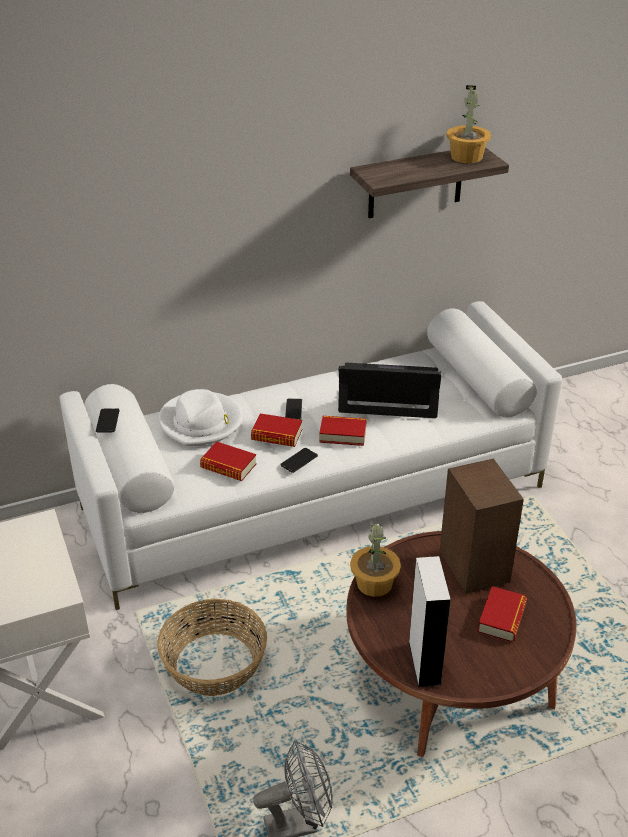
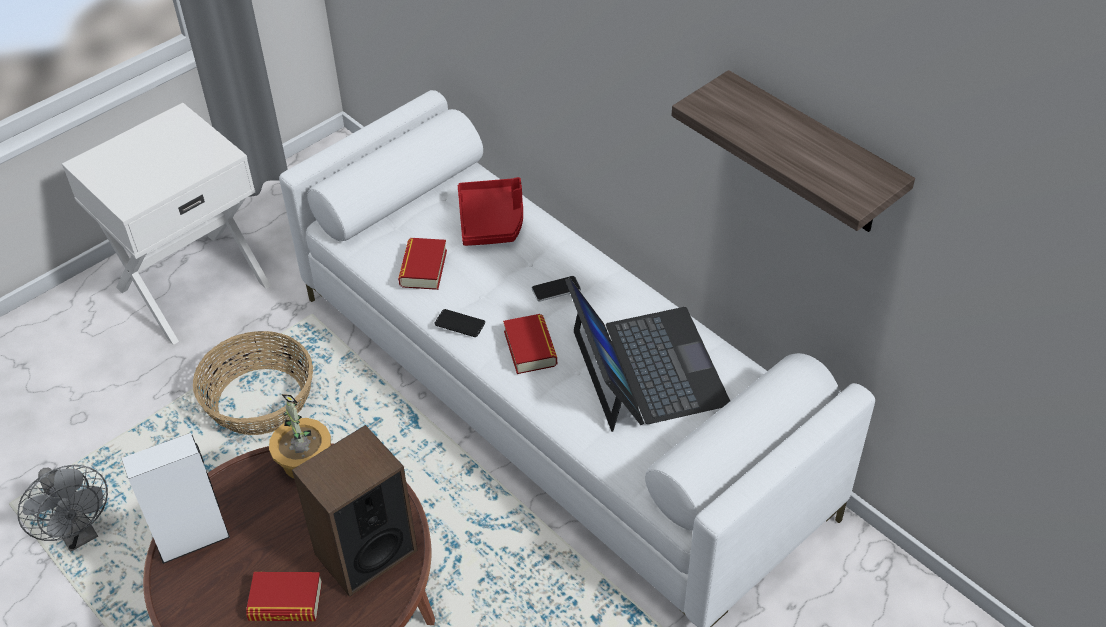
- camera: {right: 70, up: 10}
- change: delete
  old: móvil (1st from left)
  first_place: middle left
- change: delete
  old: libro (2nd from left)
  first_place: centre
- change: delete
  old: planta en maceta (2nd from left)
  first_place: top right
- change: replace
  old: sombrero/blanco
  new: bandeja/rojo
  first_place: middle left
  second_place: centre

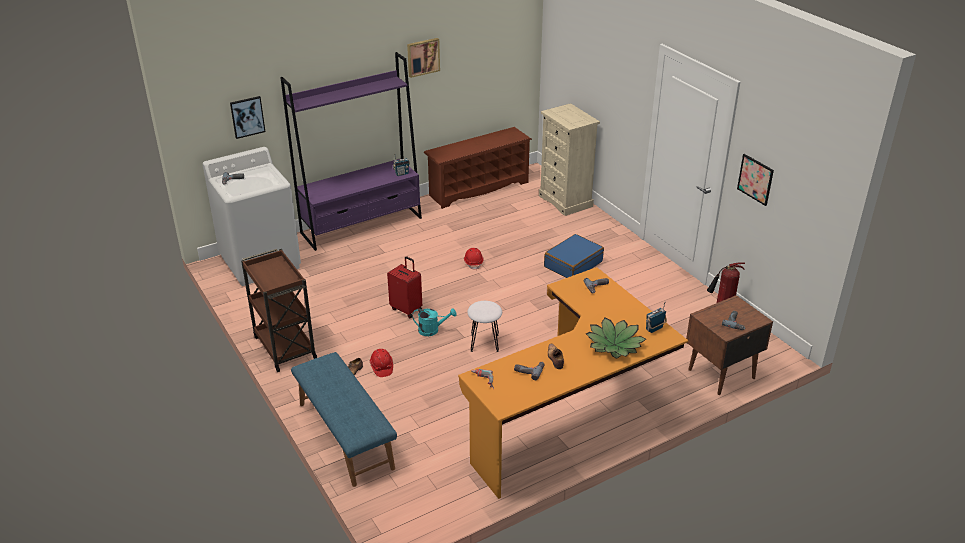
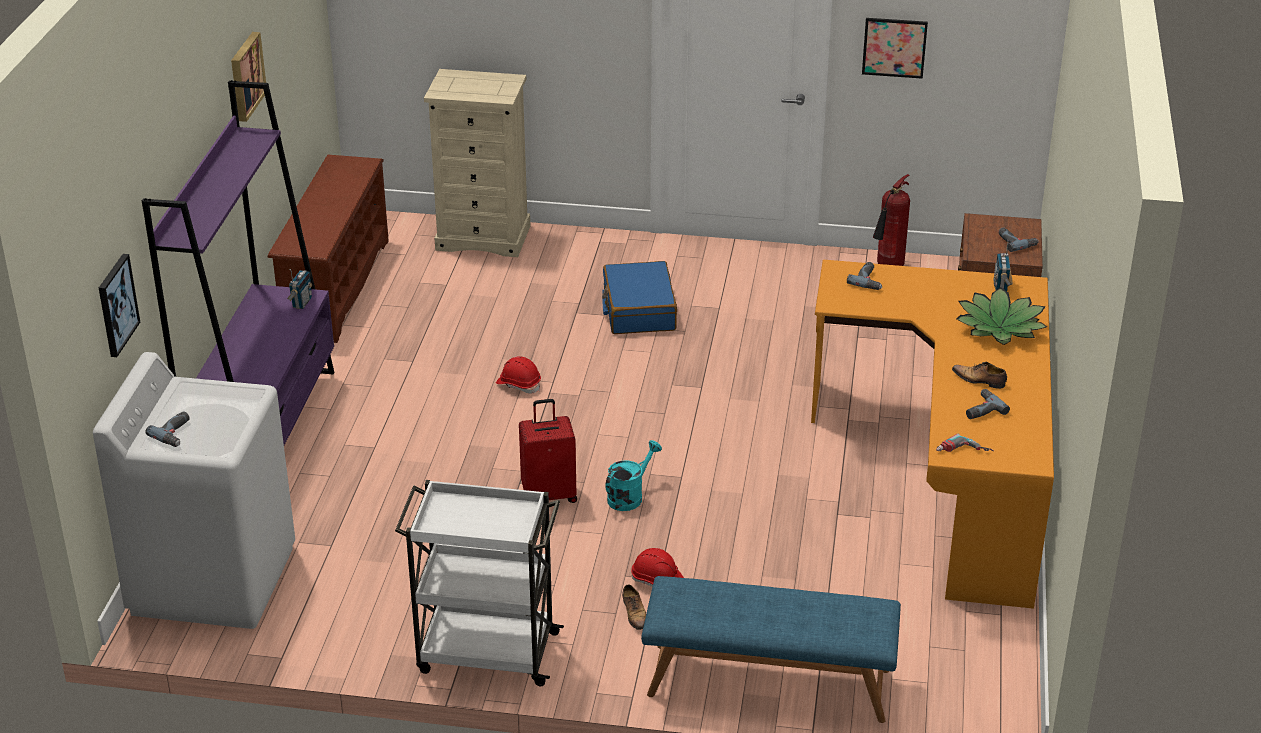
- camera: {right: -50, up: 0}
- change: delete
  old: taburete/blanco
  first_place: centre
- change: recolor
  old: carrito/marrón
  new: carrito/blanco
  first_place: middle left
  second_place: bottom centre

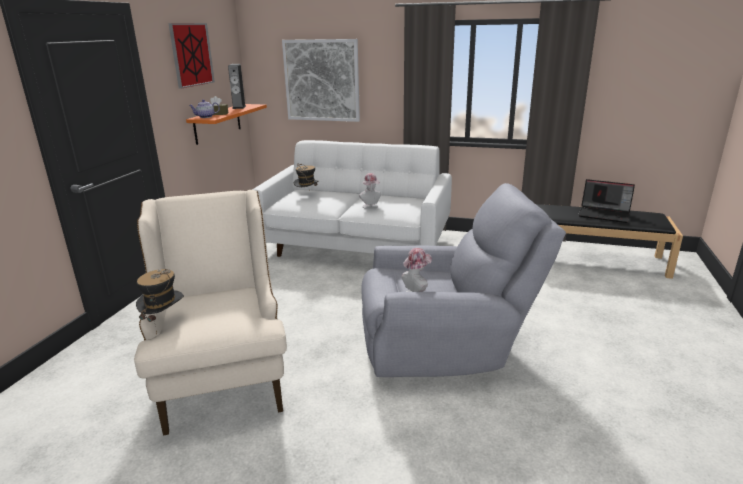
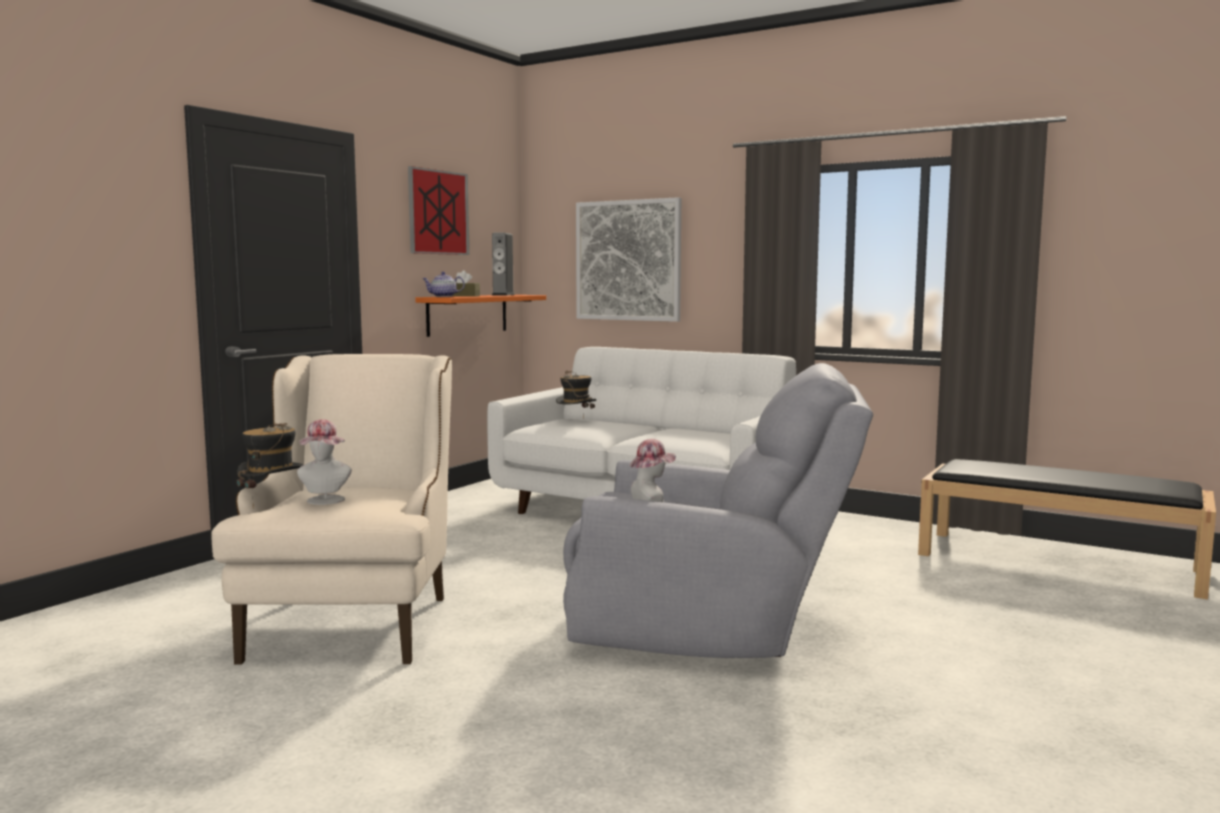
- camera: {right: 15, up: -15}
- change: delete
  old: portátil
  first_place: middle right
- change: move
  old: sombrero (3rd from left in the first image)
  new: sombrero (2nd from left)
  first_place: centre
  second_place: middle left

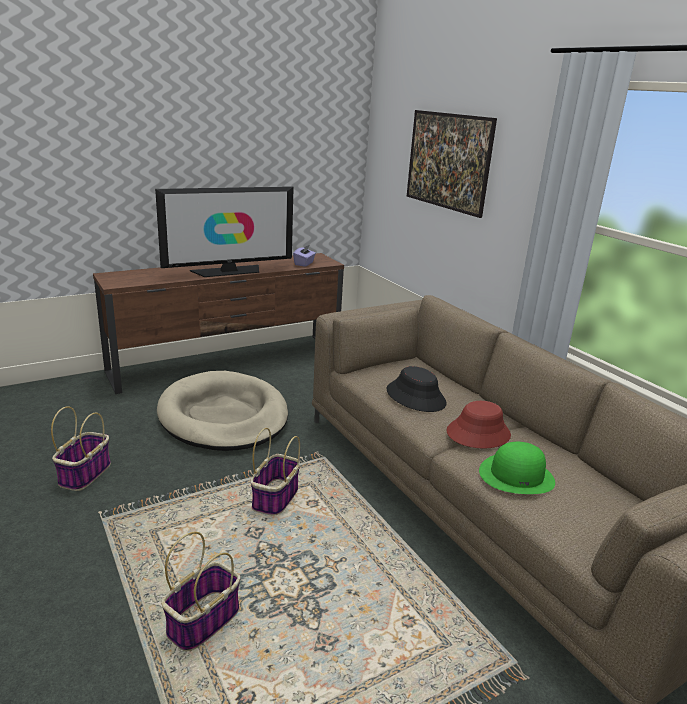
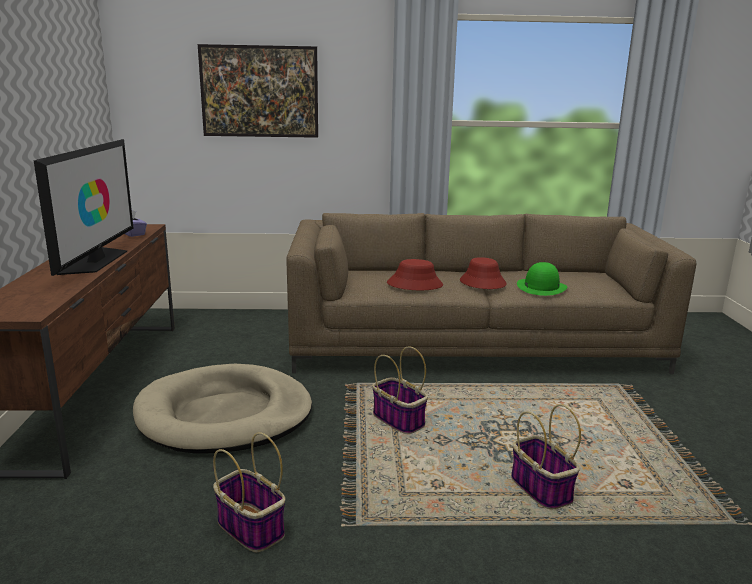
- camera: {right: -60, up: -5}
- change: recolor
  old: sombrero/negro
  new: sombrero/rojo (1st from left)
  first_place: centre
  second_place: centre

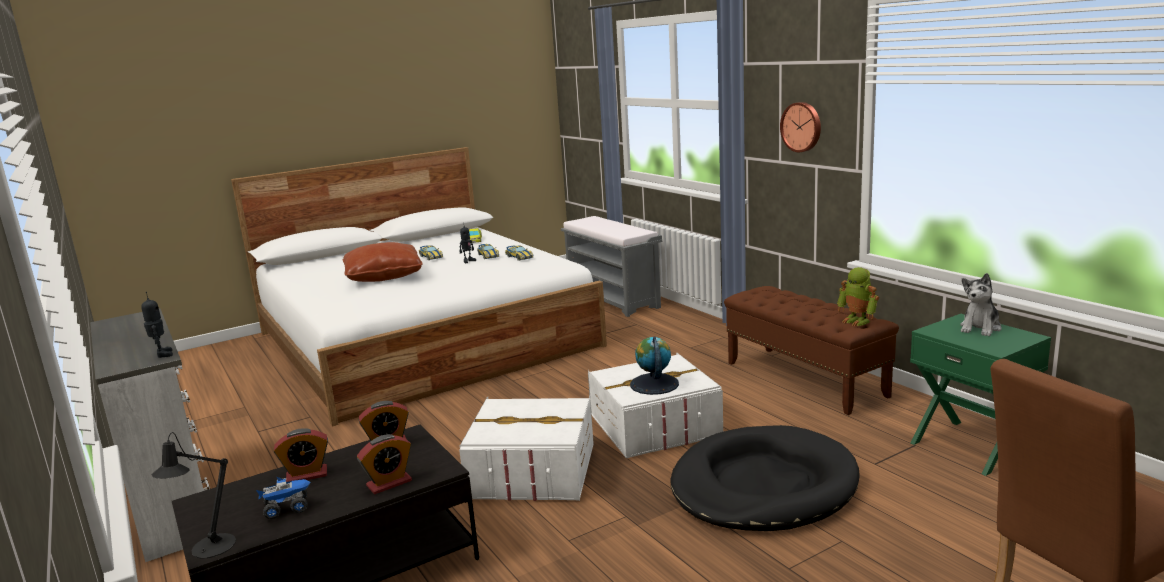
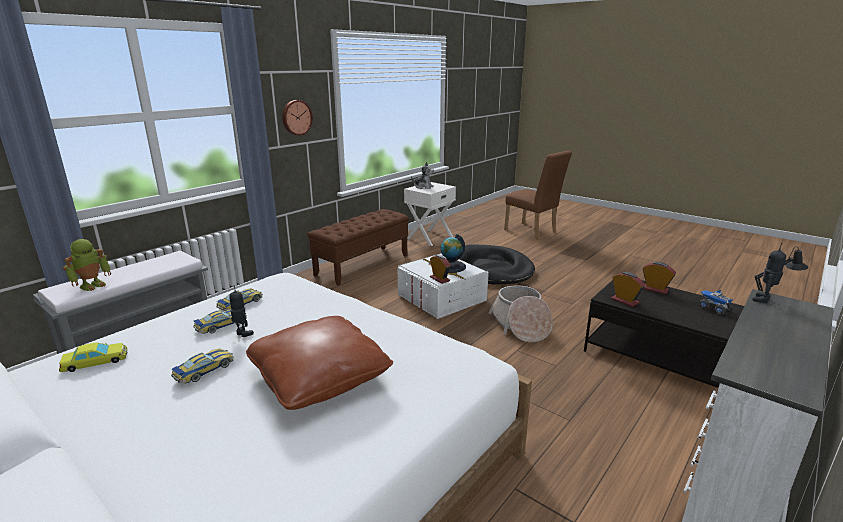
- camera: {right: -110, up: 5}
- change: move
  old: despertador (1st from left)
  first_place: bottom left
  second_place: centre
- change: move
  old: robot de juguete (3rd from left in the first image)
  new: robot de juguete (1st from left)
  first_place: middle right
  second_place: middle left
- change: replace
  old: caja de almacenaje/blanco (1st from left)
  new: cesta
  first_place: bottom centre
  second_place: centre
- change: recolor
  old: mesita de noche/verde
  new: mesita de noche/blanco
  first_place: bottom right
  second_place: centre

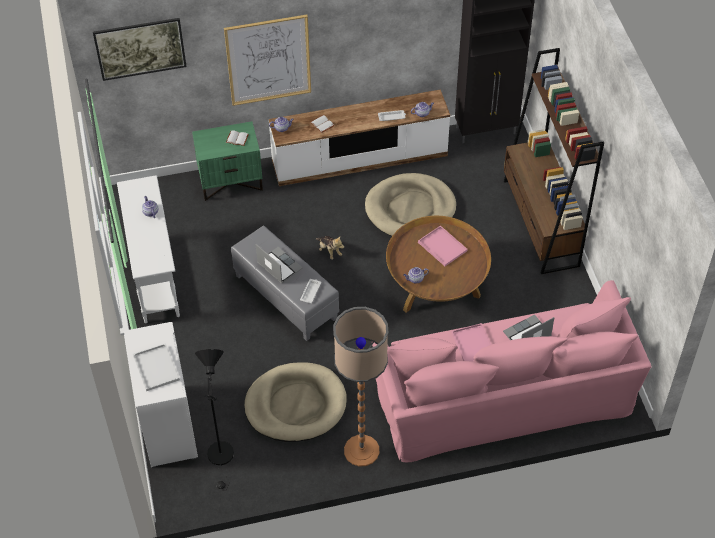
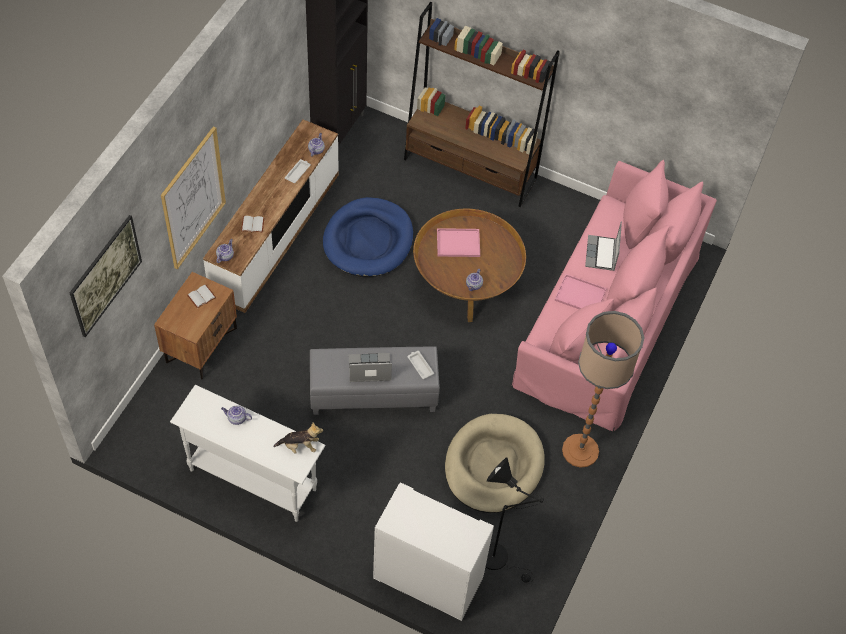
- camera: {right: -55, up: 5}
- change: delete
  old: bandeja/blanco (1st from left)
  first_place: bottom left
- change: move
  old: peluche
  first_place: centre
  second_place: bottom centre
- change: recolor
  old: mesita de noche/verde
  new: mesita de noche/marrón
  first_place: top left
  second_place: middle left
- change: recolor
  old: cama para perro/beis (2nd from left)
  new: cama para perro/azul
  first_place: centre
  second_place: centre

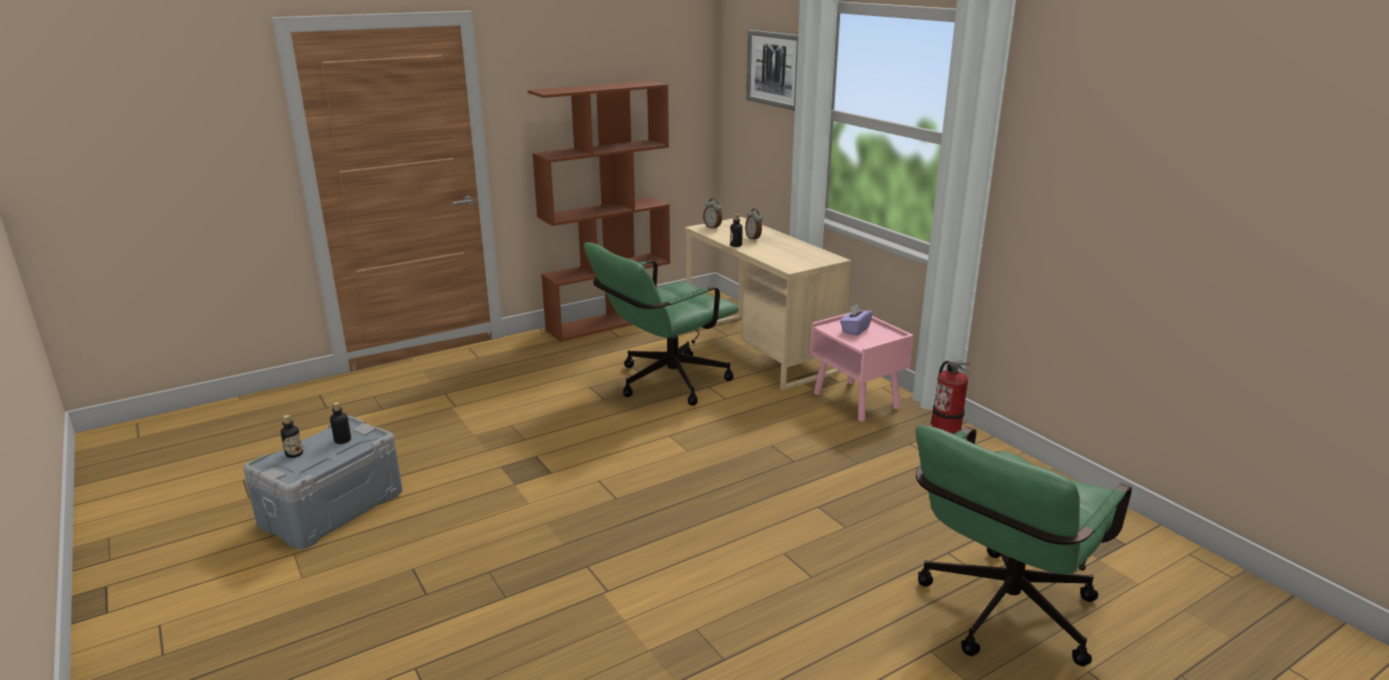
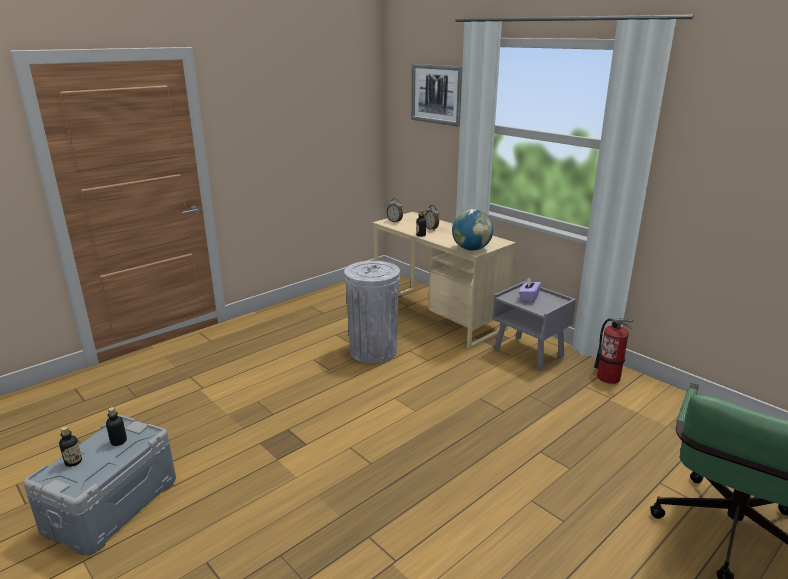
- camera: {right: -10, up: 0}
- change: delete
  old: estantería/marrón
  first_place: top centre
- change: insert
  new: globo terráqueo
  second_place: centre
- change: replace
  old: silla de oficina/verde (1st from left)
  new: papelera/gris
  first_place: centre
  second_place: centre
- change: recolor
  old: mesita de noche/rosa
  new: mesita de noche/gris
  first_place: centre
  second_place: middle right

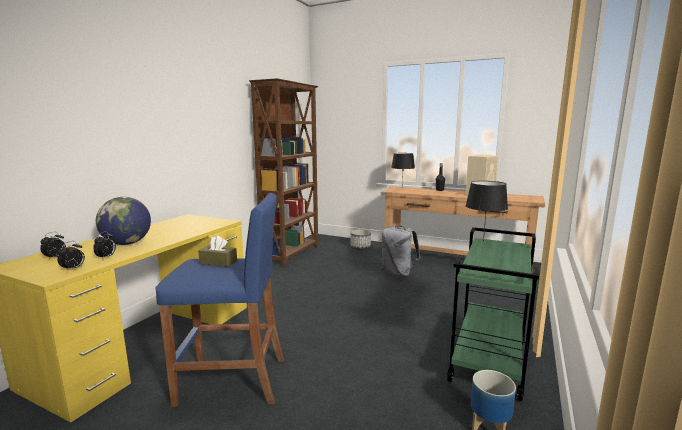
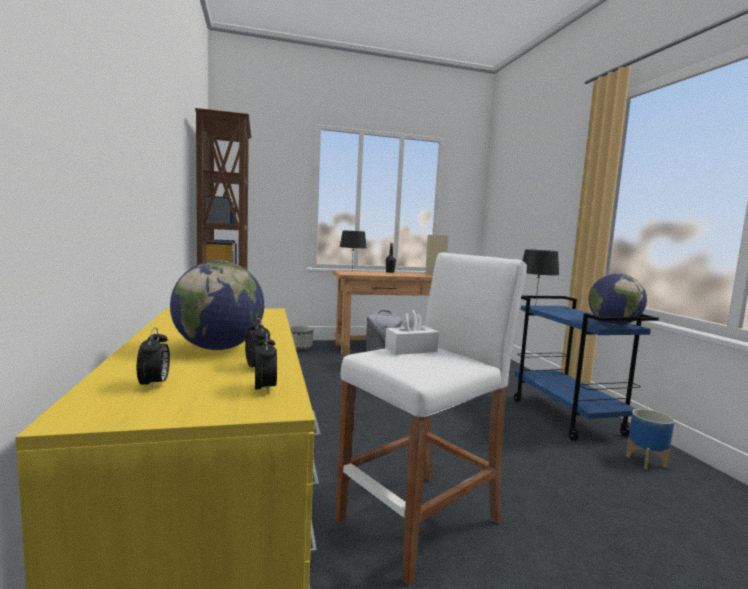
- camera: {right: -40, up: -5}
- change: insert
  new: globo terráqueo (2nd from left)
  second_place: middle right
- change: recolor
  old: taburete/azul
  new: taburete/blanco
  first_place: bottom left
  second_place: bottom centre
- change: recolor
  old: caja de pañuelos/marrón
  new: caja de pañuelos/blanco
  first_place: middle left
  second_place: centre
- change: recolor
  old: carrito/verde
  new: carrito/azul
  first_place: bottom right
  second_place: middle right

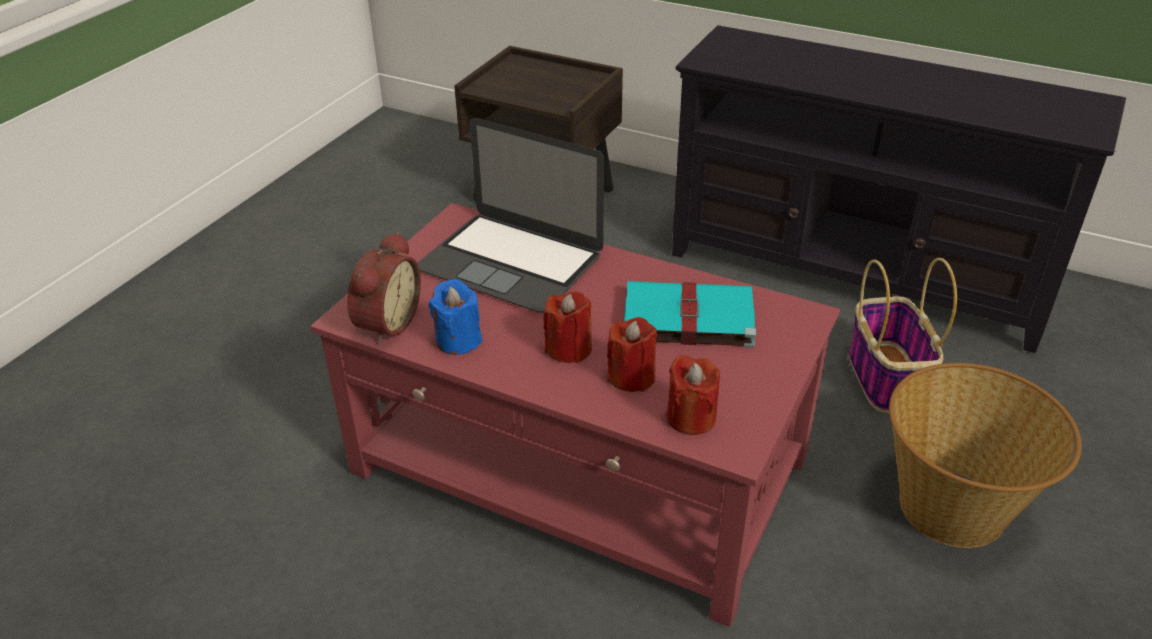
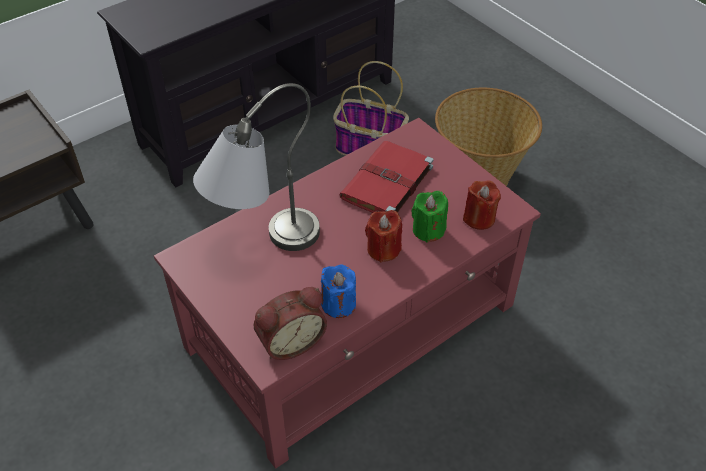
- camera: {right: -65, up: 10}
- change: replace
  old: portátil
  new: lámpara de mesa/gris
  first_place: centre
  second_place: centre
- change: recolor
  old: vela/rojo (2nd from left)
  new: vela/verde
  first_place: centre
  second_place: centre
- change: recolor
  old: libro/turquesa
  new: libro/rojo
  first_place: centre
  second_place: centre
- change: rotate
  old: despertador
  first_place: centre
  second_place: bottom centre
  degrees: 105

